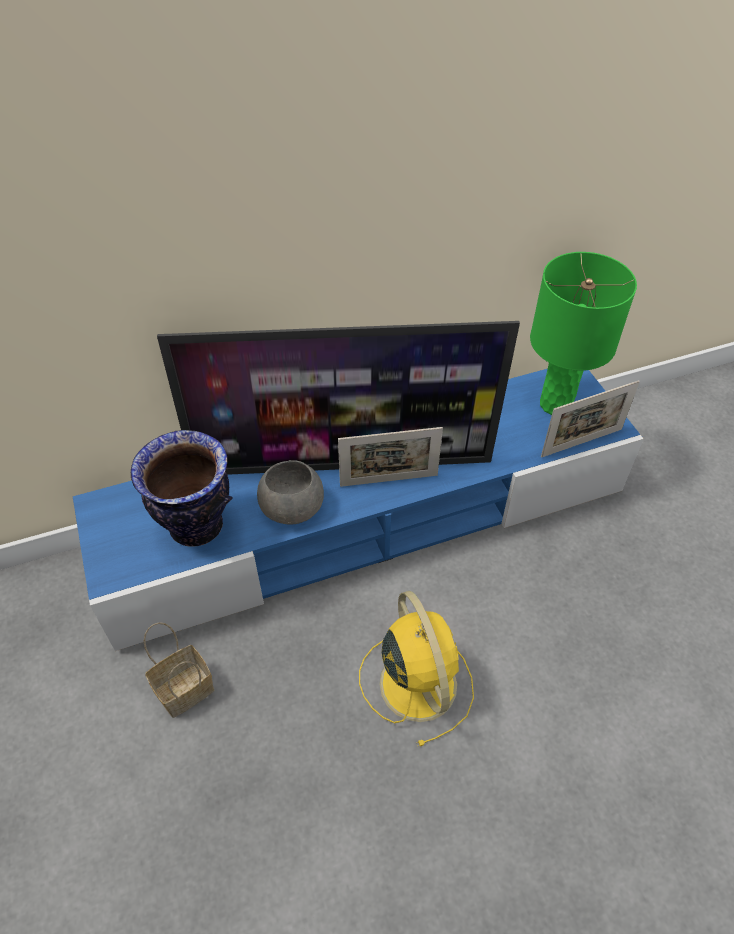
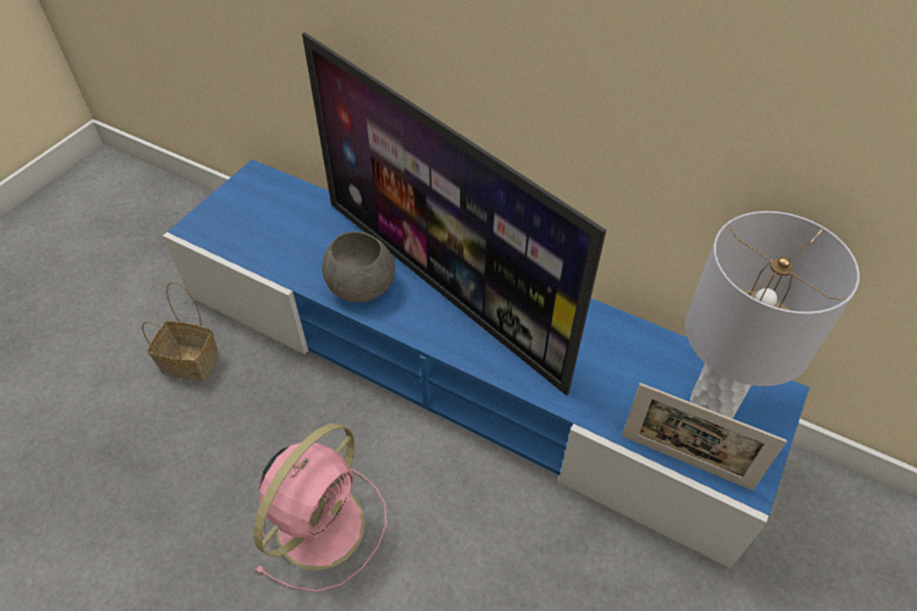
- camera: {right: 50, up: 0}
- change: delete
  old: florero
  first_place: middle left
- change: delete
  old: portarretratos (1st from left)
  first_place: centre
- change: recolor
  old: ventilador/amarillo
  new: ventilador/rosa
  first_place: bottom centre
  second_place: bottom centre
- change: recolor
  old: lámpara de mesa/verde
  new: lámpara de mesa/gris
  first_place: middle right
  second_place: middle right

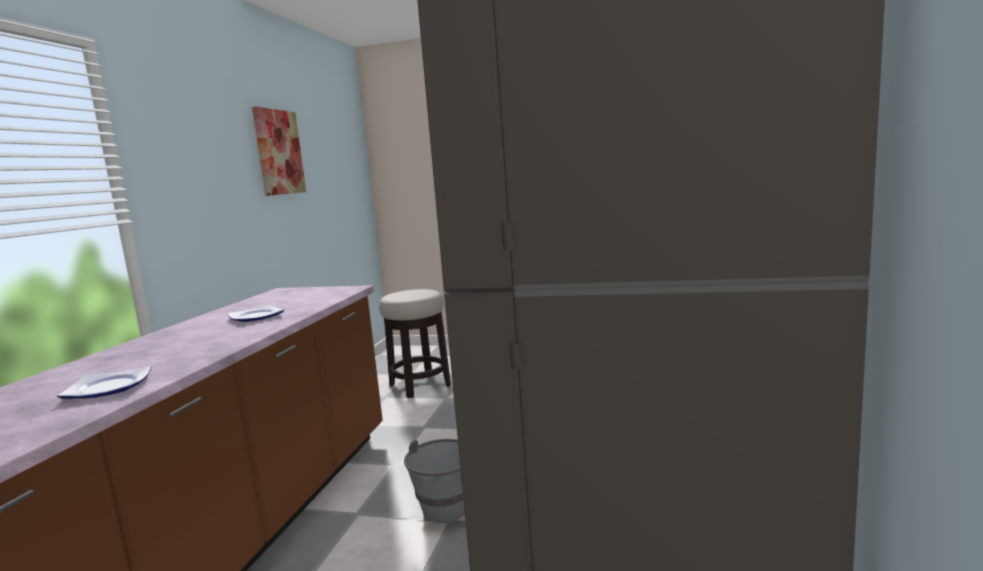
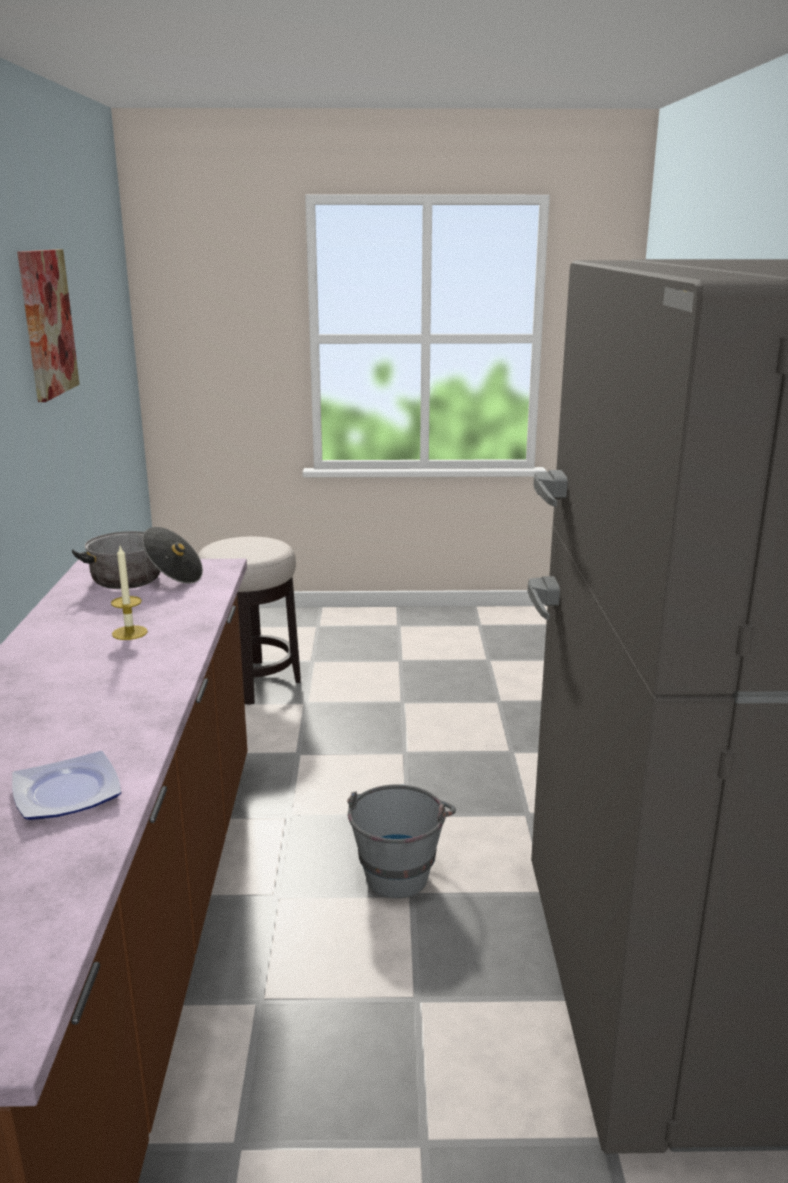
- camera: {right: -15, up: 10}
- change: insert
  new: olla
  second_place: middle left
- change: replace
  old: plato (2nd from left)
  new: vela
  first_place: middle left
  second_place: middle left

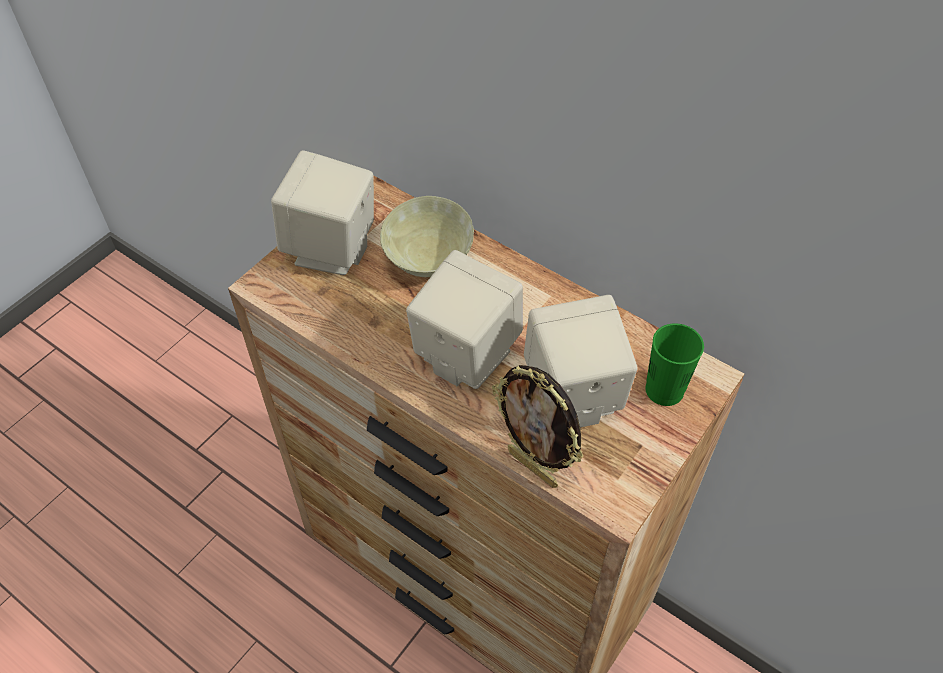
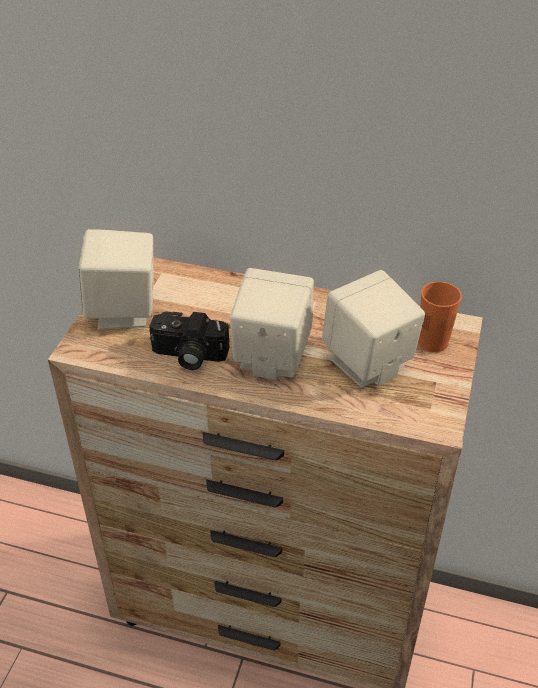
- camera: {right: -20, up: -10}
- change: delete
  old: cuenco/beis
  first_place: centre
- change: delete
  old: portarretratos
  first_place: centre
- change: insert
  new: cámara
  second_place: centre
- change: recolor
  old: taza/verde
  new: taza/naranja
  first_place: middle right
  second_place: middle right

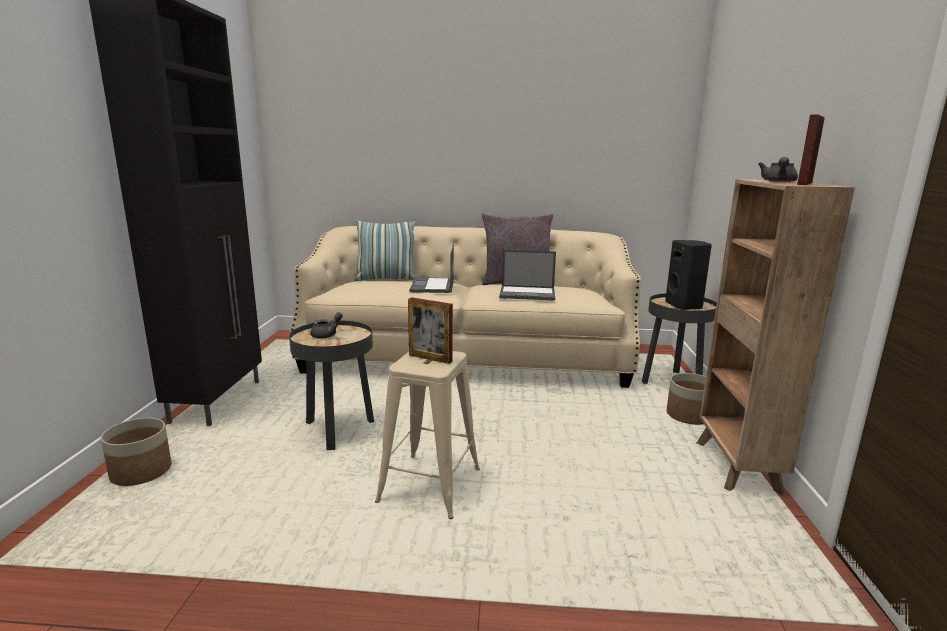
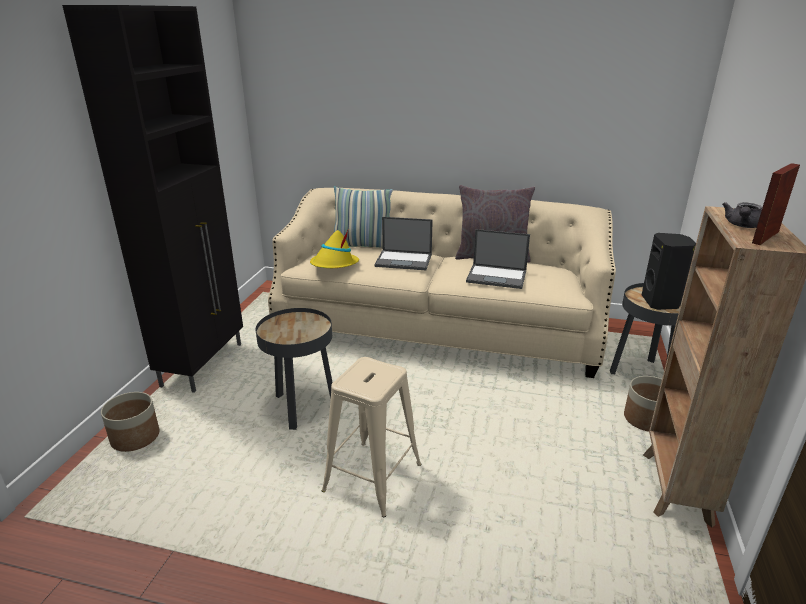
- camera: {right: 10, up: 10}
- change: delete
  old: tetera/gris (1st from left)
  first_place: centre
- change: delete
  old: portarretratos (1st from left)
  first_place: centre
- change: insert
  new: sombrero/amarillo
  second_place: centre
- change: rotate
  old: portátil (1st from left)
  first_place: centre
  second_place: centre
  degrees: -90

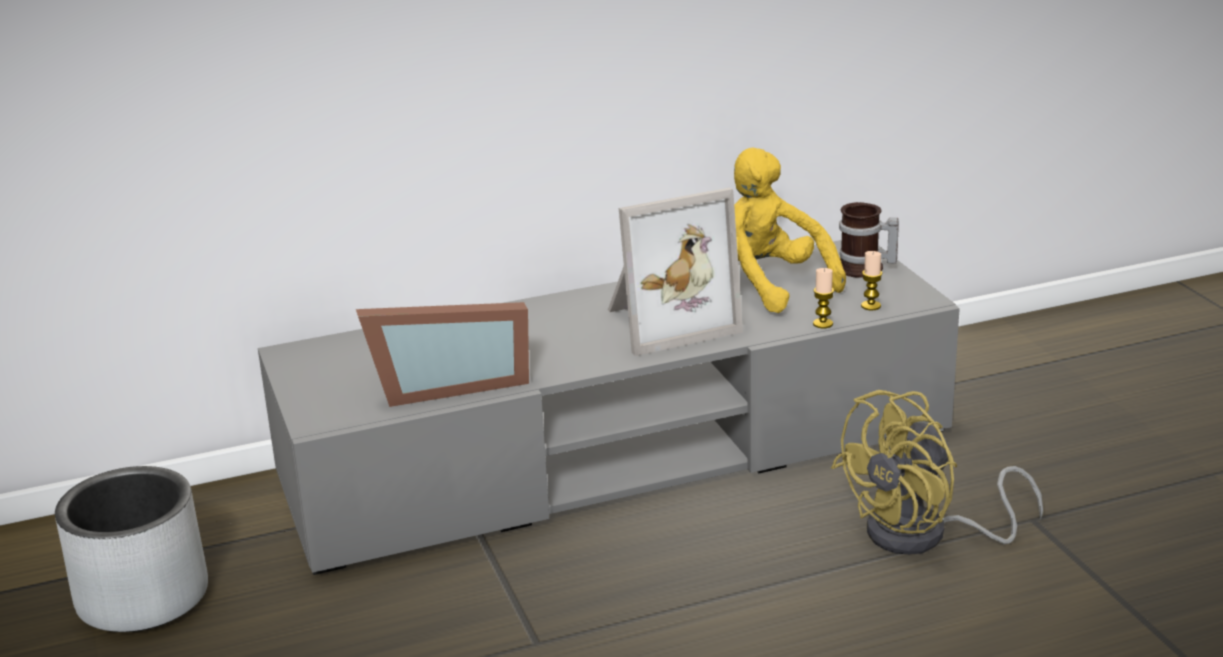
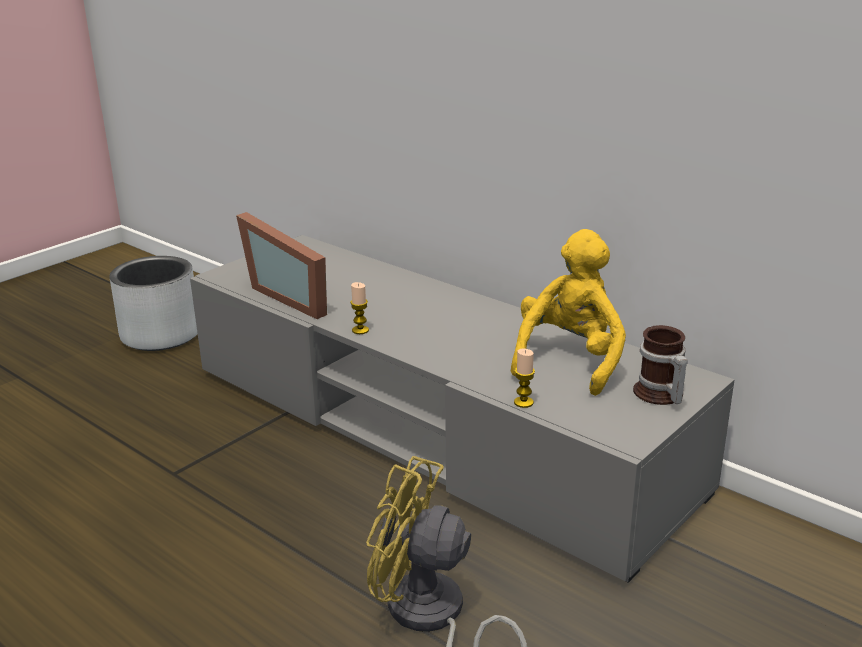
- camera: {right: 60, up: 0}
- change: delete
  old: portarretratos (2nd from left)
  first_place: centre
- change: move
  old: vela (2nd from left in the first image)
  new: vela (1st from left)
  first_place: middle right
  second_place: centre

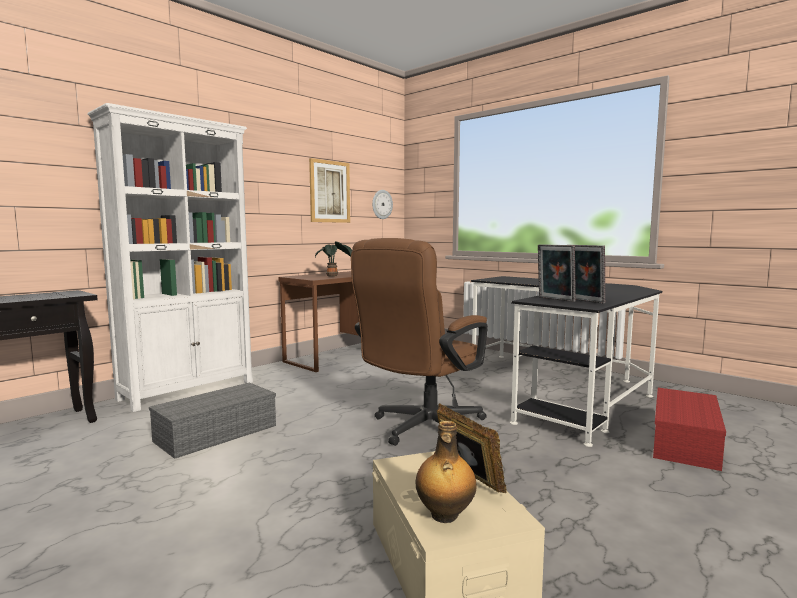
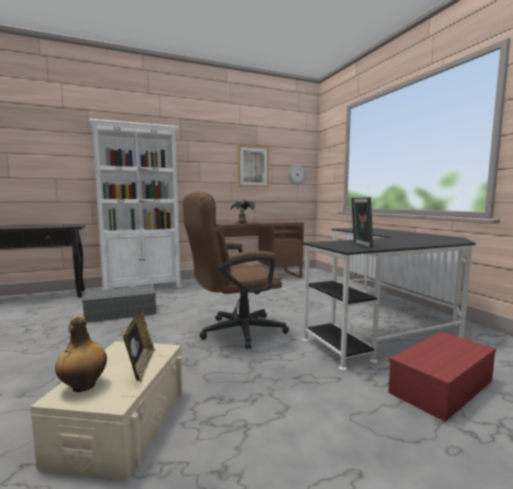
- camera: {right: 25, up: 0}
- change: delete
  old: portarretratos (2nd from left)
  first_place: middle right

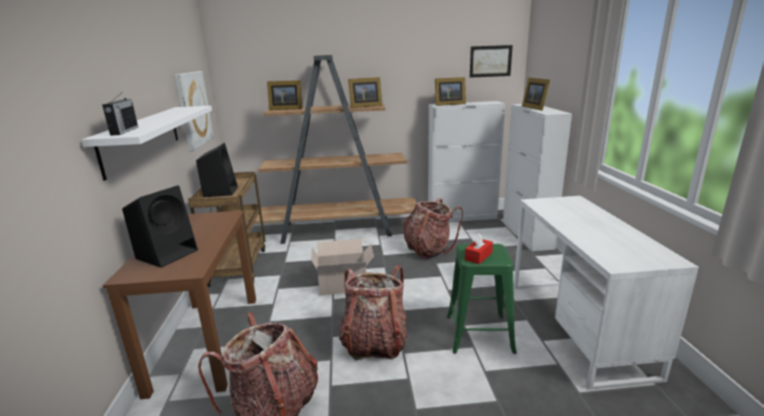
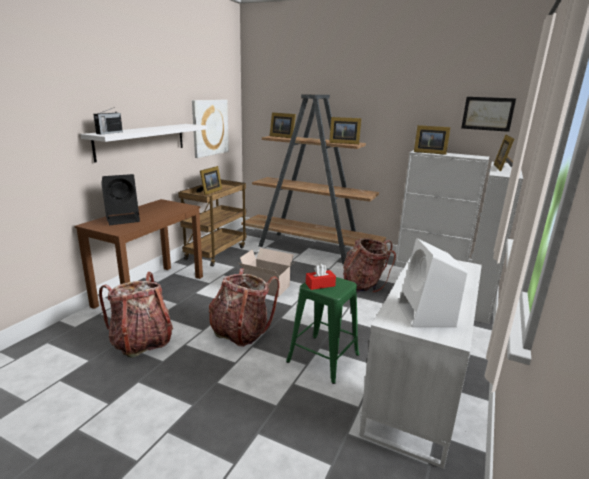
- camera: {right: 30, up: 0}
- change: insert
  new: altavoz/blanco
  second_place: middle right
- change: replace
  old: altavoz/negro (2nd from left)
  new: portarretratos (1st from left)
  first_place: middle left
  second_place: centre

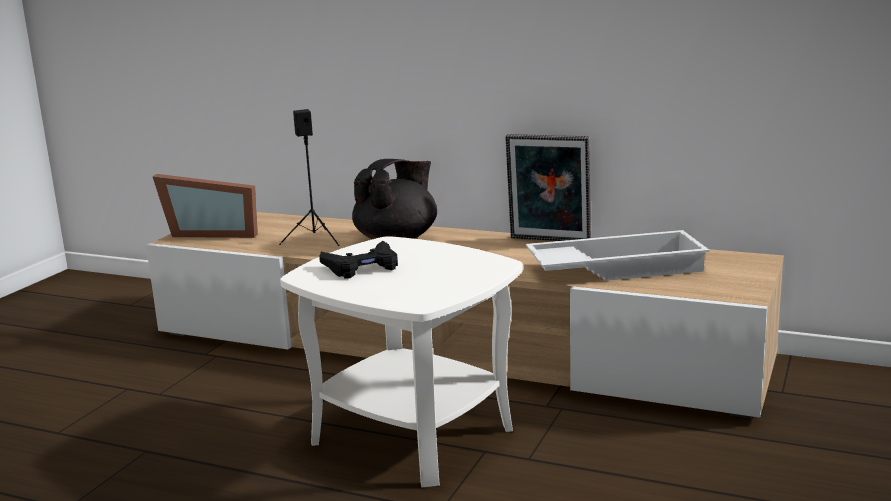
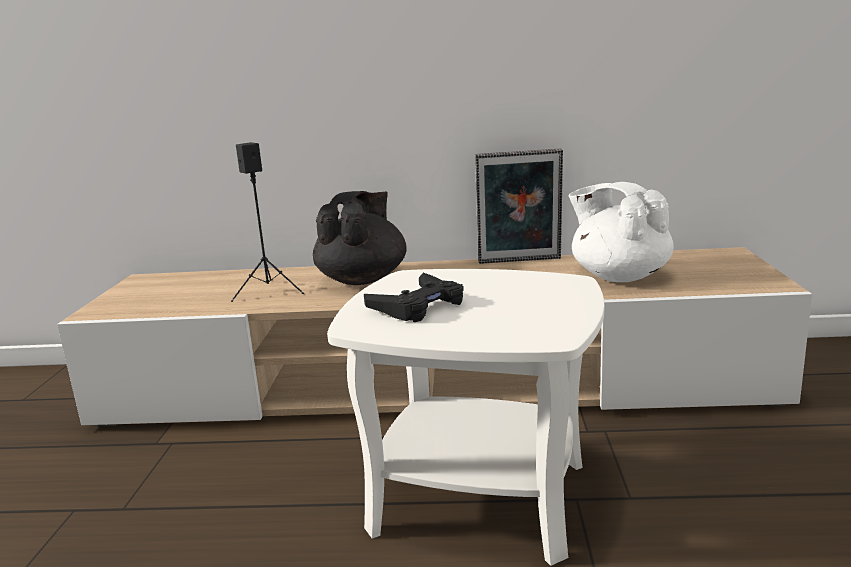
- camera: {right: -20, up: 0}
- change: delete
  old: portarretratos (1st from left)
  first_place: middle left
- change: replace
  old: bandeja/blanco
  new: tetera/blanco
  first_place: middle right
  second_place: middle right

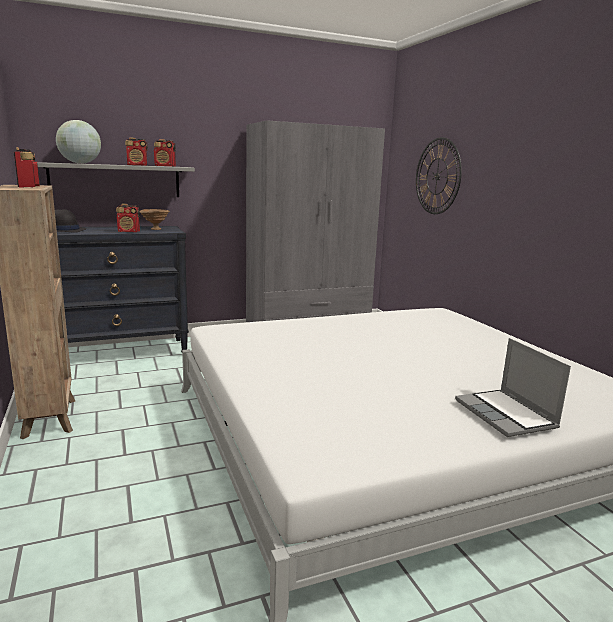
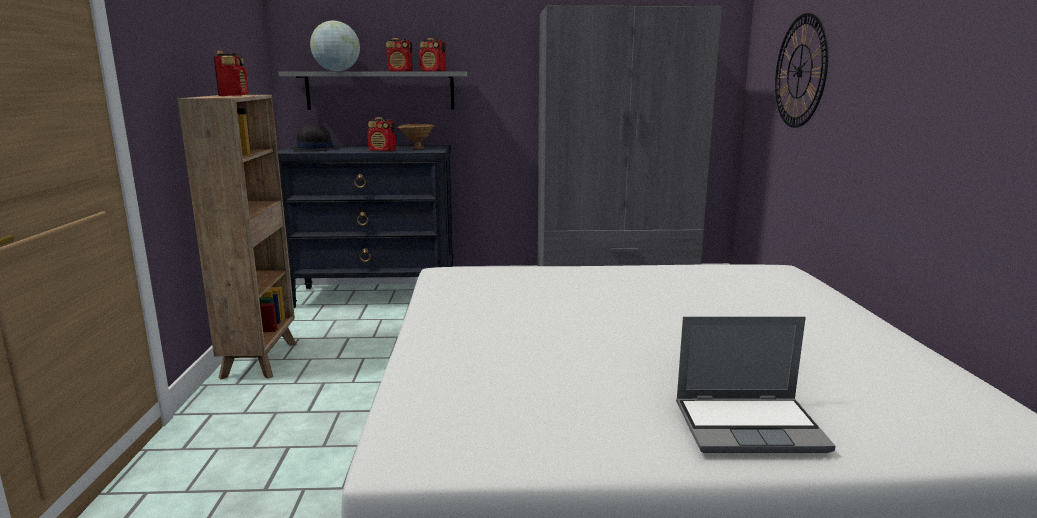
- camera: {right: 20, up: 0}
- change: rotate
  old: portátil
  first_place: middle right
  second_place: bottom right
  degrees: -90

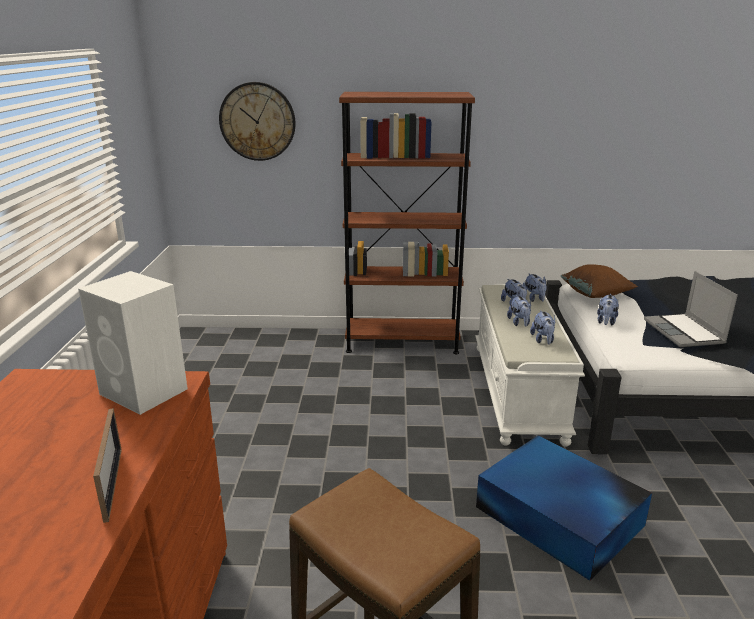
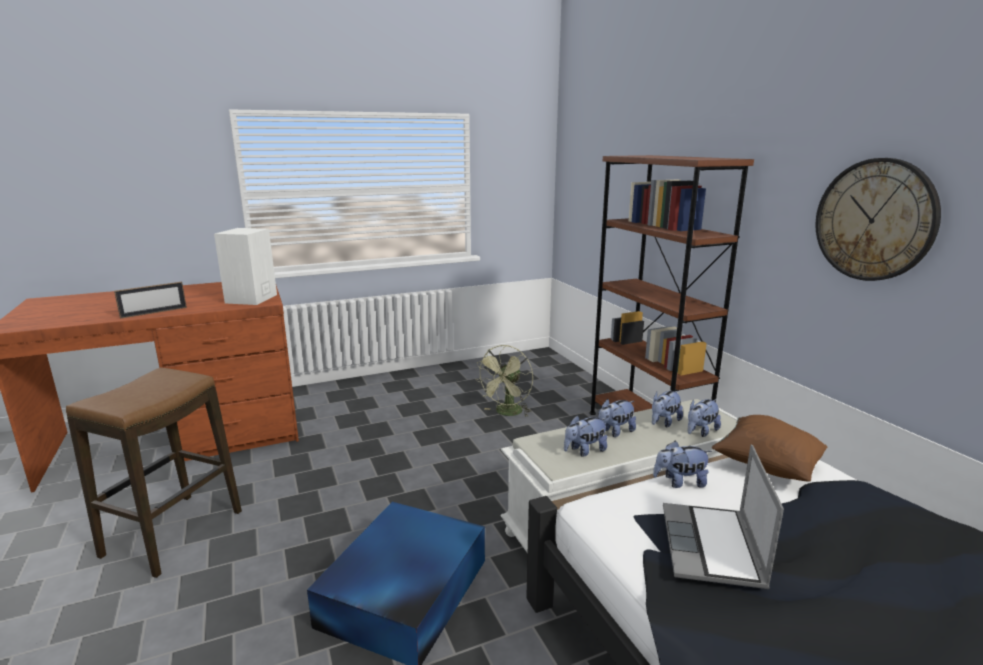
- camera: {right: 65, up: -5}
- change: insert
  new: ventilador/verde
  second_place: centre
- change: move
  old: reloj de pared
  first_place: top centre
  second_place: top right
- change: rotate
  old: portátil
  first_place: middle right
  second_place: bottom right
  degrees: -45

